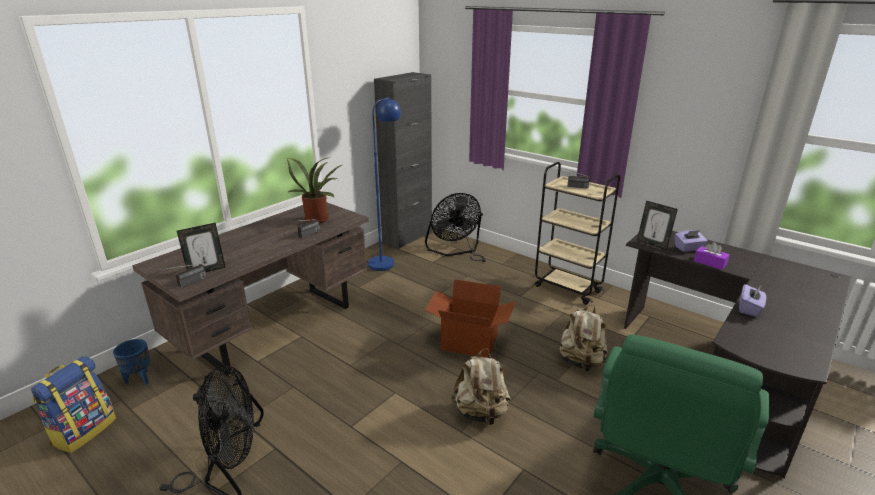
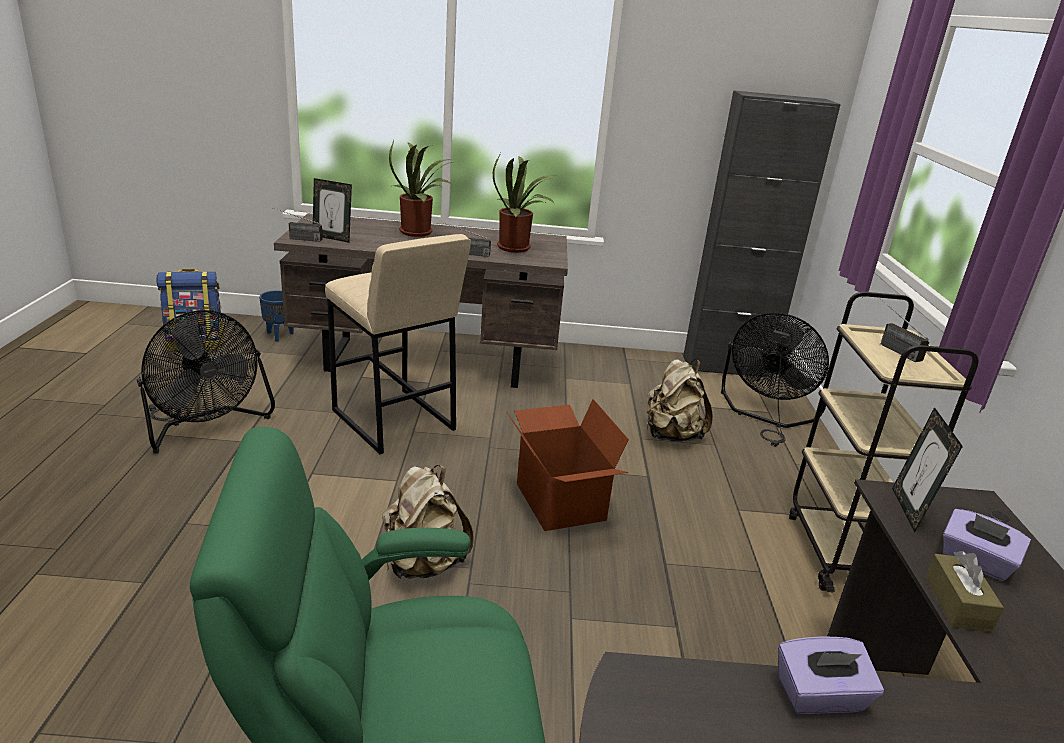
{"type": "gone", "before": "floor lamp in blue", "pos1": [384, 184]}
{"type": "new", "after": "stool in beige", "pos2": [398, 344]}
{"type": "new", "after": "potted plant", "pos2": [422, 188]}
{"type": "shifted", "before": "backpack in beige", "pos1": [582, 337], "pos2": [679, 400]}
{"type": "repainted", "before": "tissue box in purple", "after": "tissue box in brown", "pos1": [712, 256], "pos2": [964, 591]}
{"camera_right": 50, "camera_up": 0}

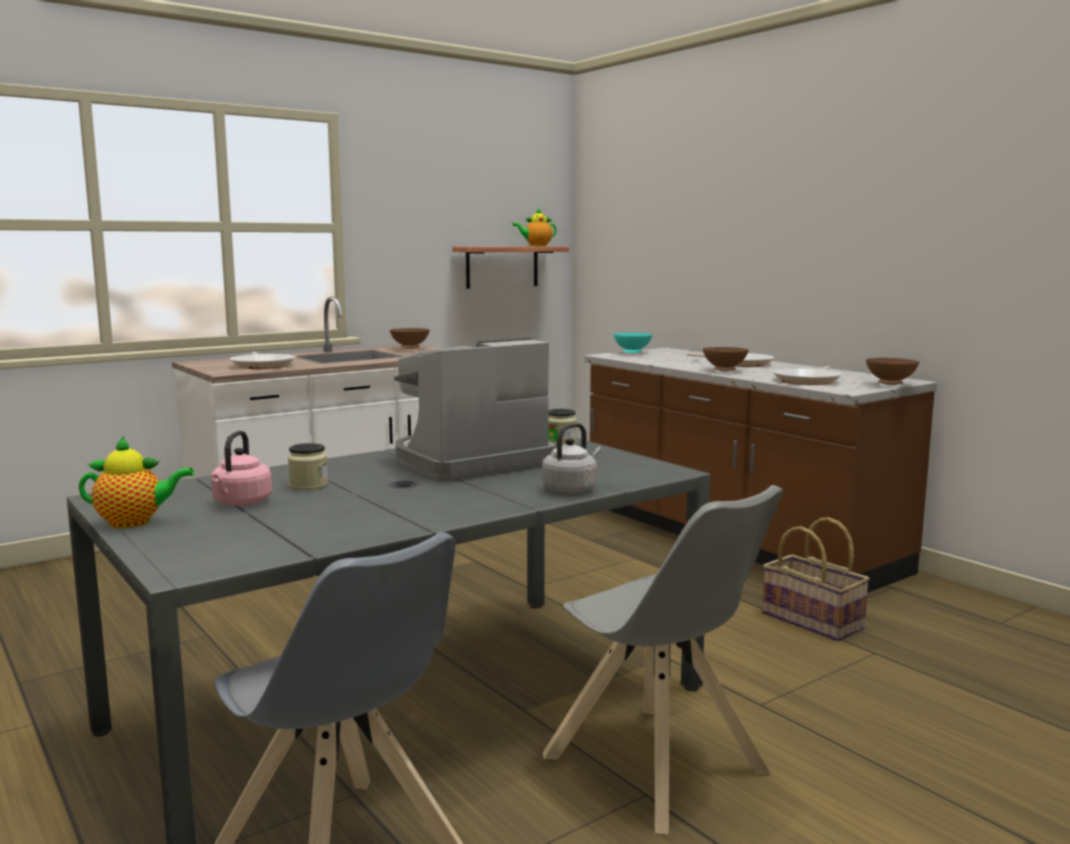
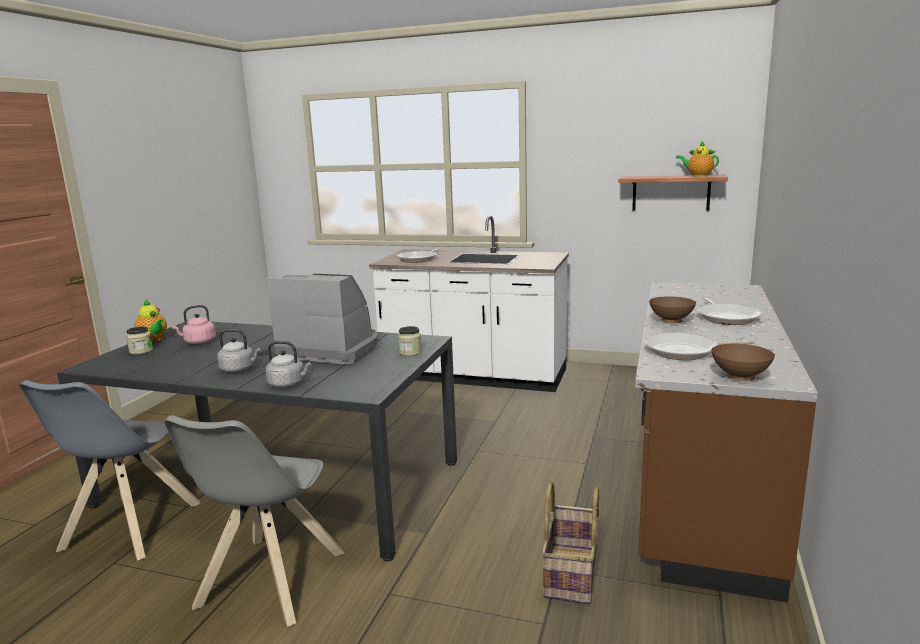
{"type": "gone", "before": "bowl in brown", "pos1": [410, 338]}
{"type": "gone", "before": "bowl in turquoise", "pos1": [632, 343]}
{"type": "new", "after": "kettle in grey", "pos2": [239, 351]}
{"type": "shifted", "before": "jar", "pos1": [308, 466], "pos2": [139, 340]}
{"camera_right": 55, "camera_up": 5}

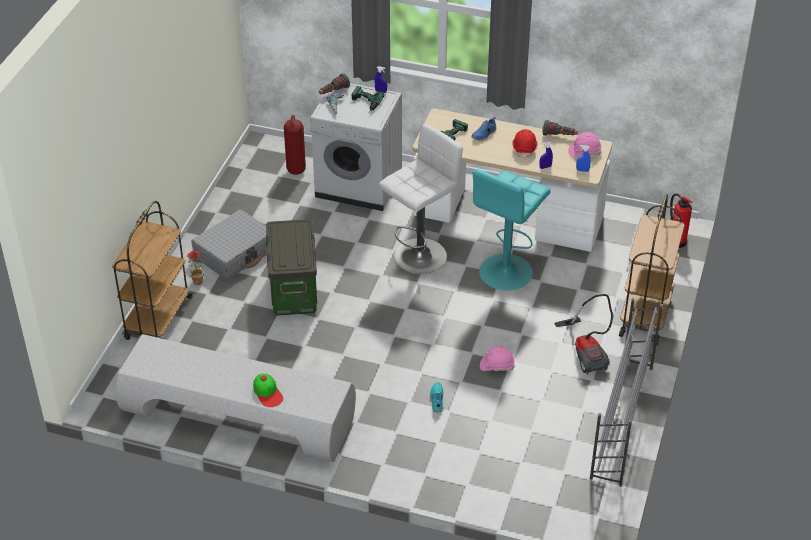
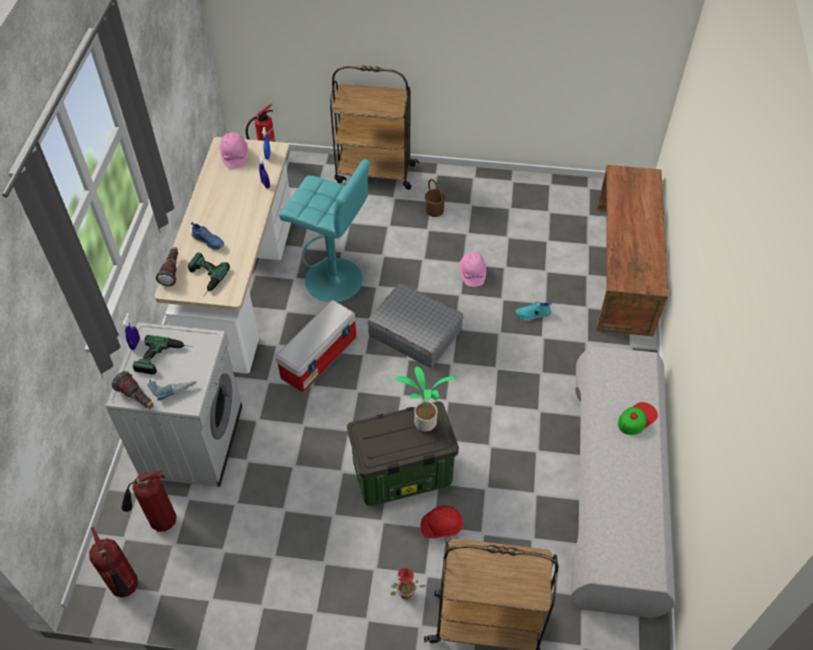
{"type": "gone", "before": "shoe rack in grey", "pos1": [626, 392]}
{"type": "new", "after": "fire extinguisher", "pos2": [113, 562]}
{"type": "new", "after": "potted plant", "pos2": [426, 399]}
{"type": "new", "after": "bench in brown", "pos2": [632, 250]}
{"type": "shifted", "before": "suitcase in grey", "pos1": [229, 244], "pos2": [415, 325]}
{"type": "shifted", "before": "hard hat in red", "pos1": [525, 144], "pos2": [442, 522]}
{"type": "shifted", "before": "flashlight", "pos1": [560, 128], "pos2": [167, 266]}
{"type": "swapped", "before": "stool in white", "after": "storage box", "pos1": [421, 199], "pos2": [316, 346]}
{"type": "swapped", "before": "vacuum cleaner", "after": "bucket in brown", "pos1": [583, 334], "pos2": [435, 198]}
{"camera_right": -100, "camera_up": 10}

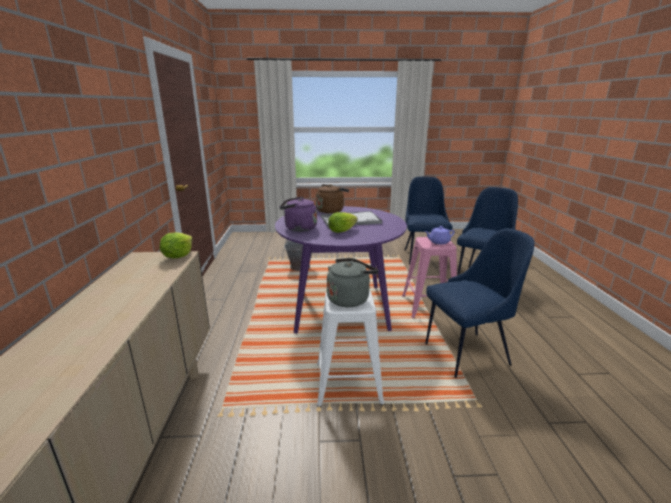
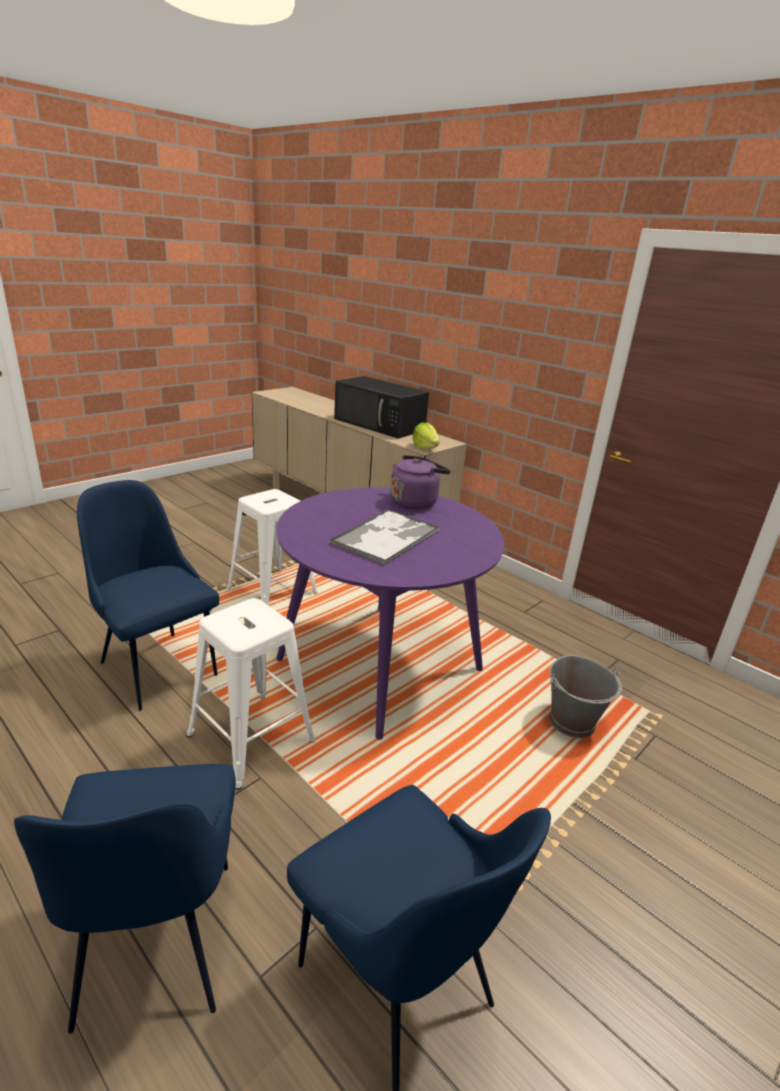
{"type": "gone", "before": "kettle in brown", "pos1": [332, 198]}
{"type": "gone", "before": "kettle in grey", "pos1": [353, 282]}
{"type": "gone", "before": "lettuce", "pos1": [343, 222]}
{"type": "gone", "before": "teapot in purple", "pos1": [440, 235]}
{"type": "new", "after": "microwave in black", "pos2": [381, 407]}
{"type": "repainted", "before": "stool in pink", "after": "stool in white", "pos1": [429, 277], "pos2": [251, 694]}
{"type": "rotated", "before": "chair in blue", "pos1": [479, 303], "pos2": [148, 595], "turn": 105}
{"camera_right": 135, "camera_up": 5}

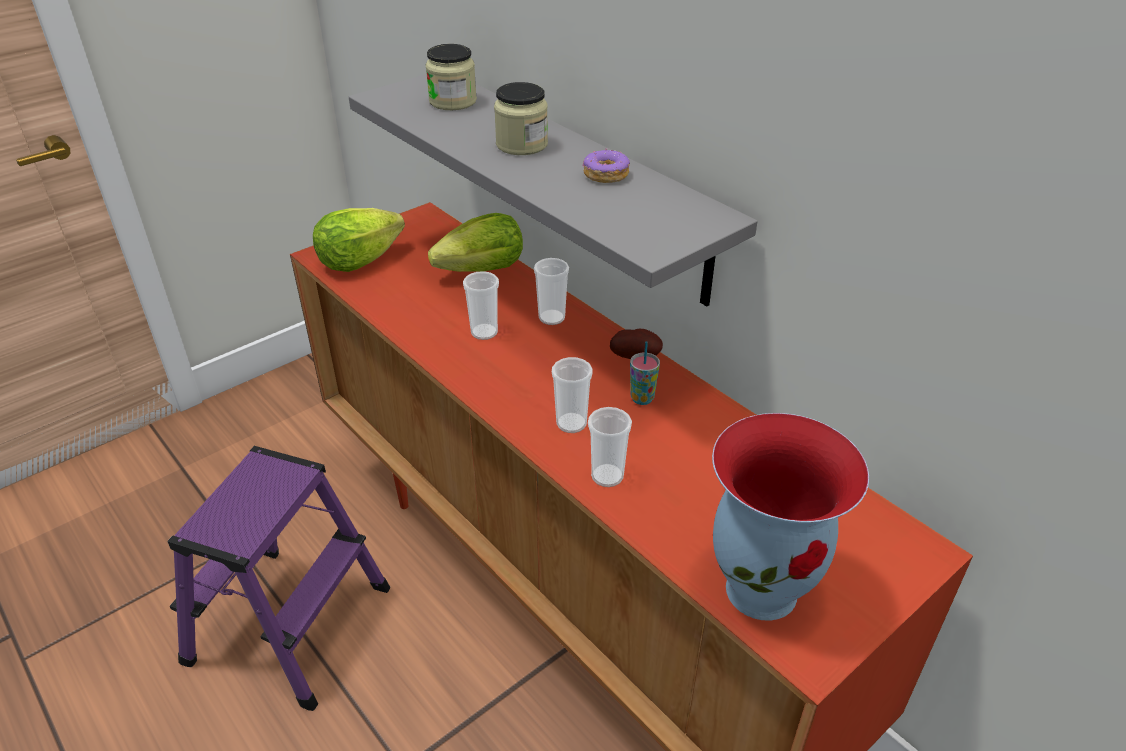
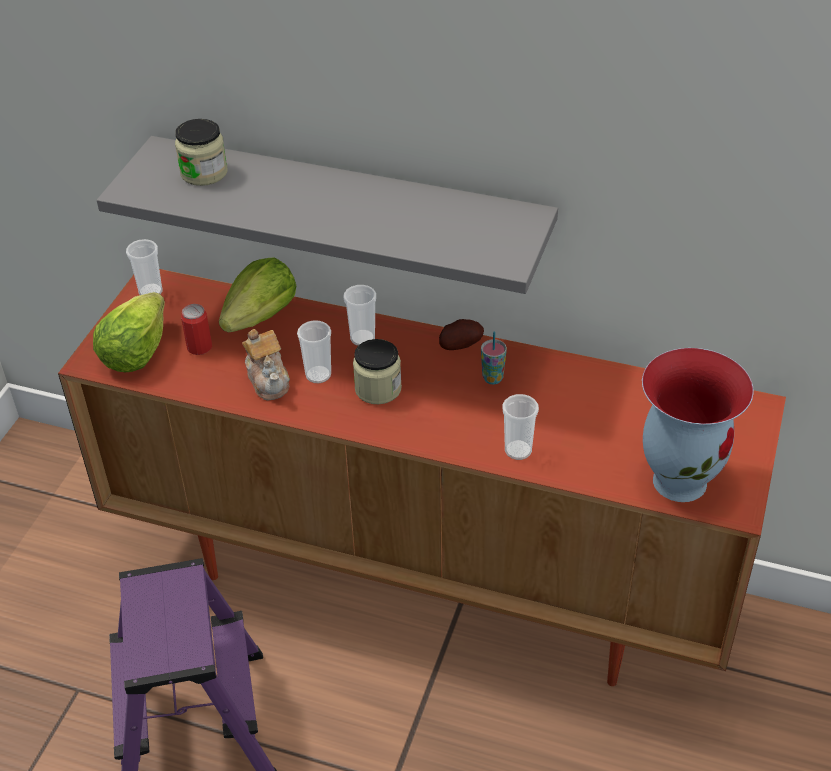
{"type": "gone", "before": "donut", "pos1": [606, 165]}
{"type": "new", "after": "can", "pos2": [196, 329]}
{"type": "new", "after": "teapot", "pos2": [266, 364]}
{"type": "shifted", "before": "jar", "pos1": [521, 118], "pos2": [377, 371]}
{"type": "shifted", "before": "cup", "pos1": [572, 395], "pos2": [144, 267]}
{"camera_right": -30, "camera_up": 5}

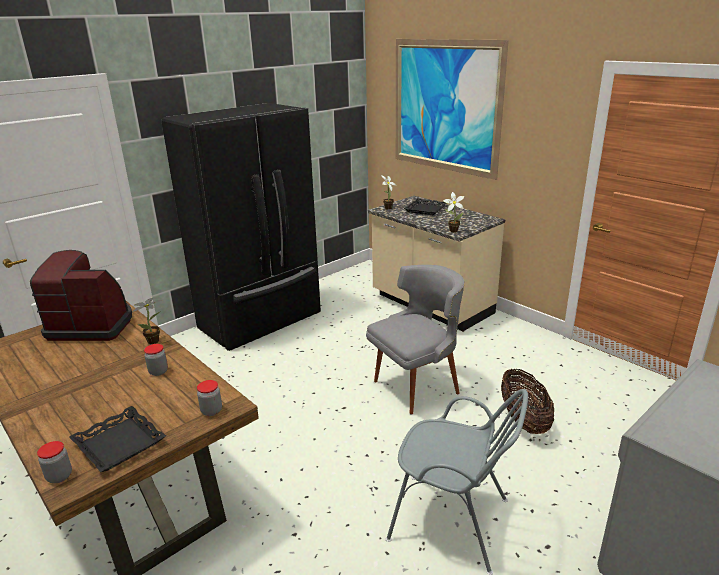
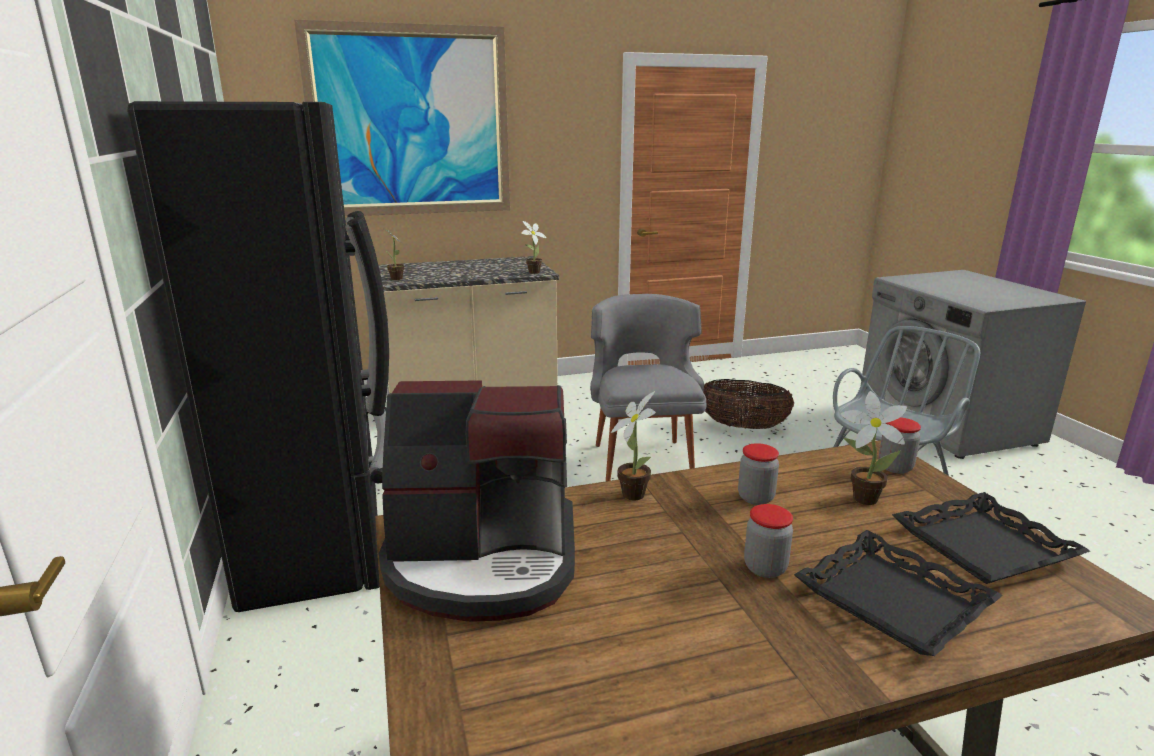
{"type": "new", "after": "potted plant", "pos2": [874, 448]}
{"type": "shifted", "before": "jar", "pos1": [54, 462], "pos2": [768, 541]}
{"type": "shifted", "before": "tray in black", "pos1": [425, 207], "pos2": [898, 593]}
{"type": "rotated", "before": "coffee machine", "pos1": [81, 295], "pos2": [477, 501], "turn": -120}
{"camera_right": -65, "camera_up": -5}

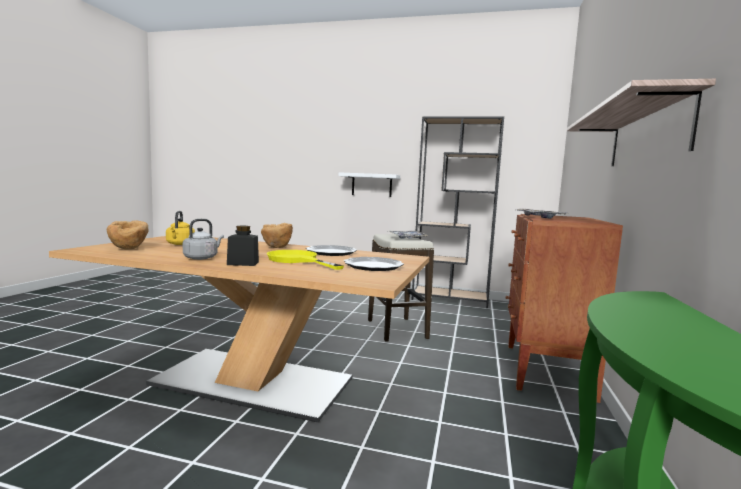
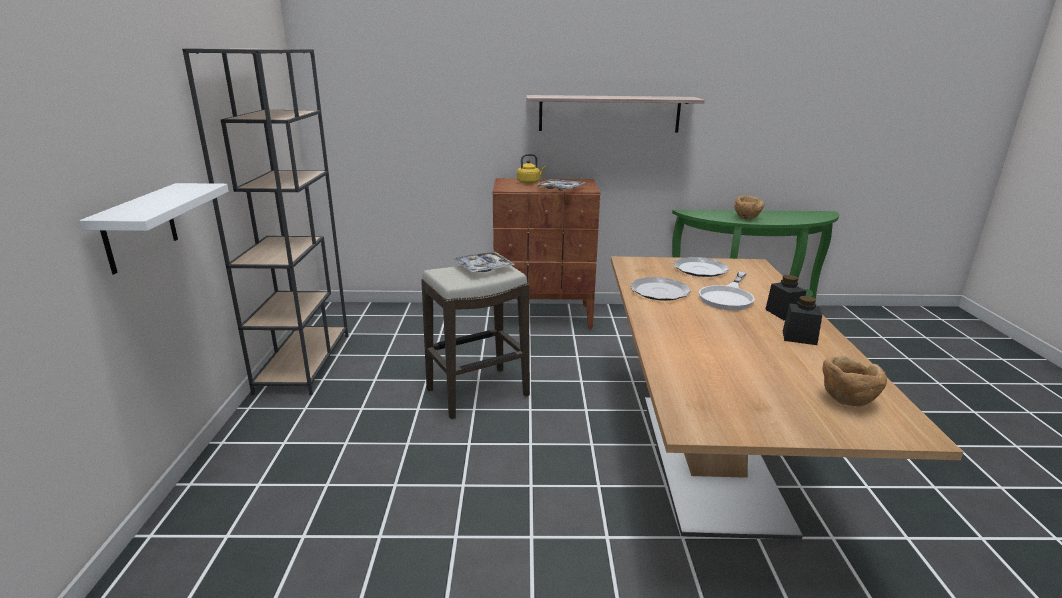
{"type": "shifted", "before": "kettle in yellow", "pos1": [180, 228], "pos2": [531, 169]}
{"type": "shifted", "before": "bowl in brown", "pos1": [277, 235], "pos2": [749, 207]}
{"type": "swapped", "before": "kettle in grey", "after": "jar in black", "pos1": [203, 239], "pos2": [802, 320]}
{"type": "repainted", "before": "frying pan in yellow", "after": "frying pan in white", "pos1": [305, 260], "pos2": [727, 291]}
{"camera_right": -105, "camera_up": 15}

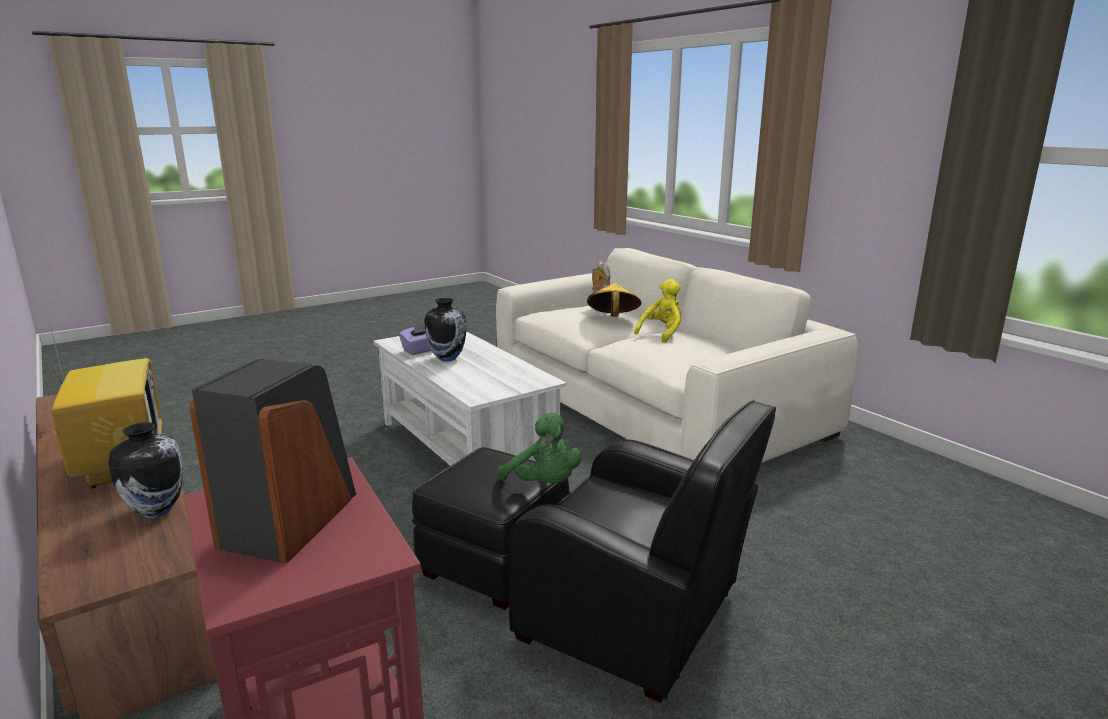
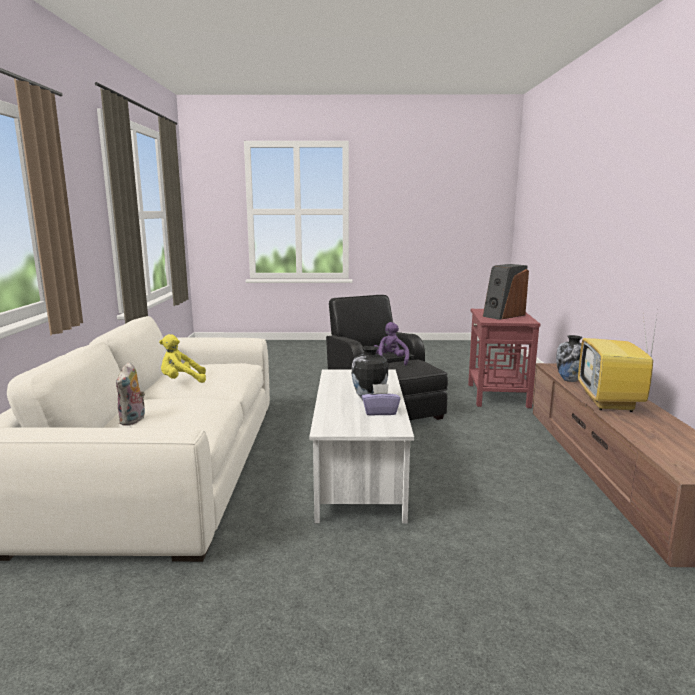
{"type": "gone", "before": "hat in yellow", "pos1": [614, 300]}
{"type": "repainted", "before": "plush toy in green", "after": "plush toy in purple", "pos1": [540, 448], "pos2": [391, 344]}
{"camera_right": -145, "camera_up": -5}

